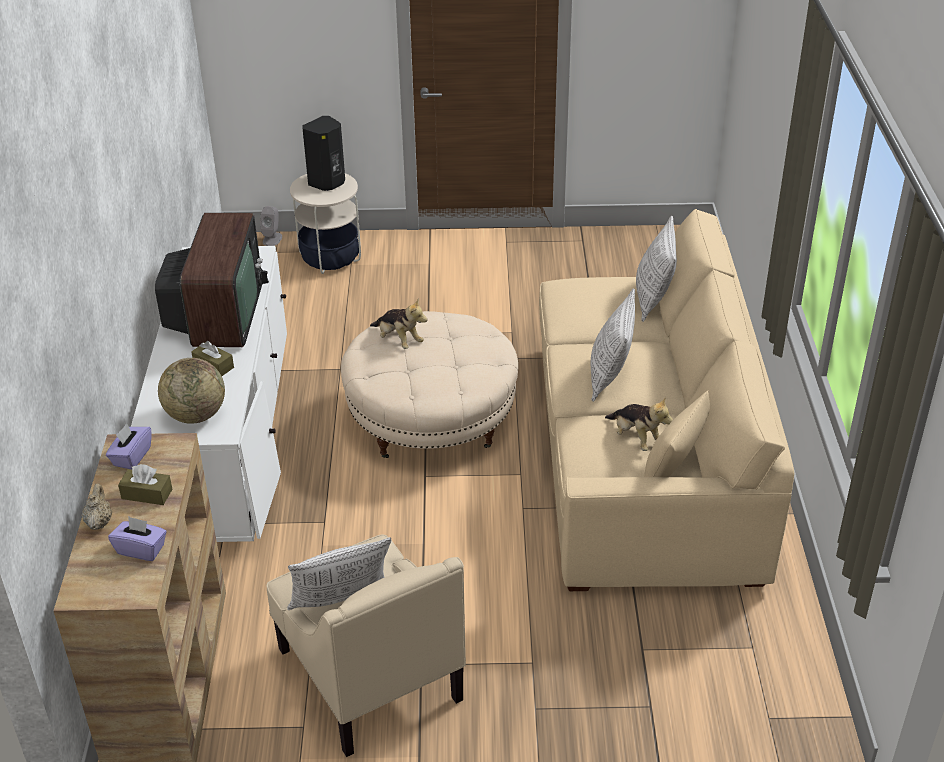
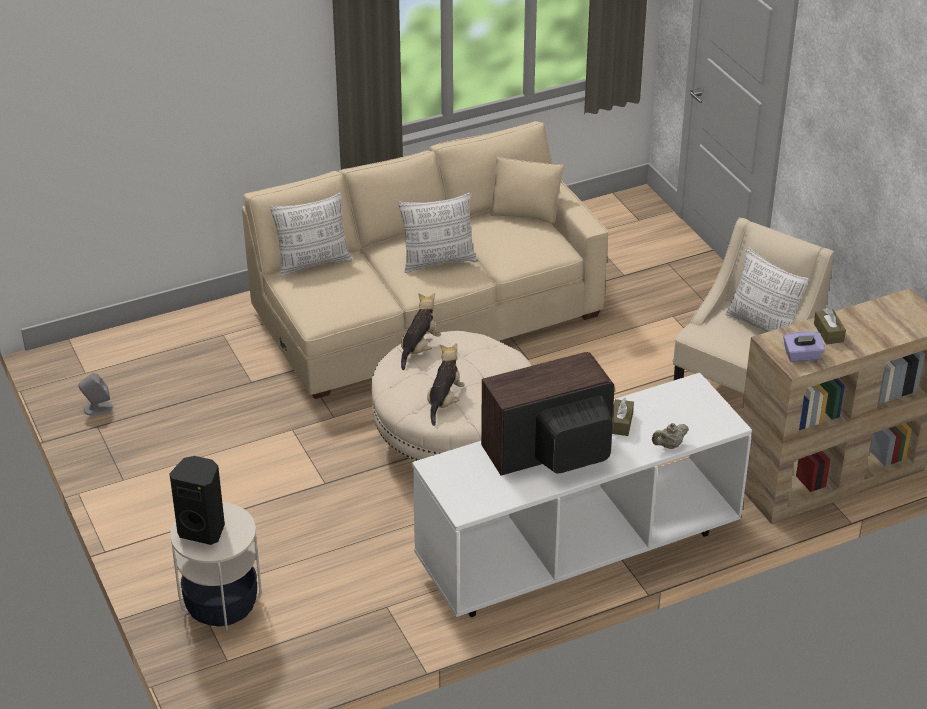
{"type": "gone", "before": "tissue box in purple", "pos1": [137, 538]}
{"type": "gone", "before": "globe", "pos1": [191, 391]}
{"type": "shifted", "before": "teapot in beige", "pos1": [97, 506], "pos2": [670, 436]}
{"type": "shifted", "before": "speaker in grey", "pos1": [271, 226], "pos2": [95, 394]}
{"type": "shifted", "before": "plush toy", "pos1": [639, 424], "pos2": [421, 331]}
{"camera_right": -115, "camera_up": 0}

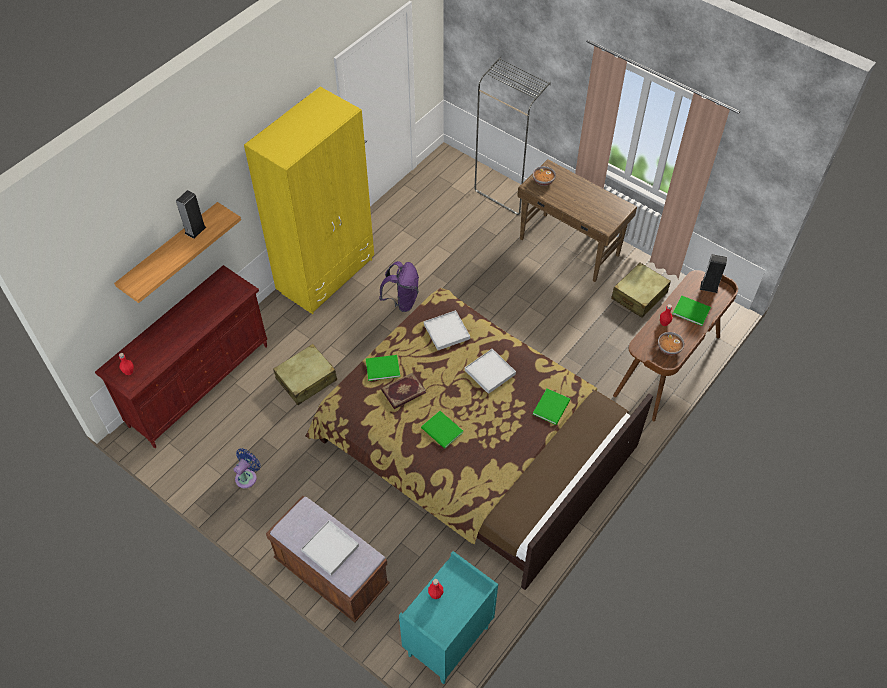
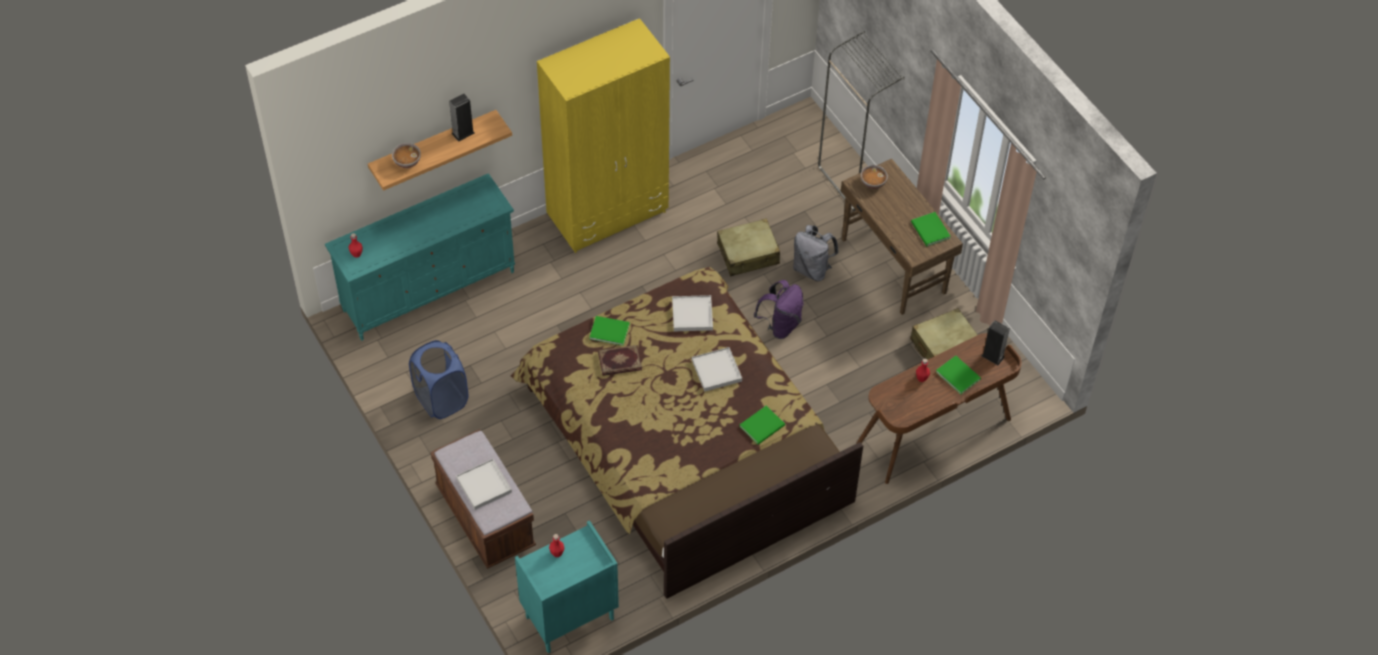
{"type": "new", "after": "backpack in grey", "pos2": [816, 253]}
{"type": "shifted", "before": "suitcase in beige", "pos1": [305, 374], "pos2": [748, 247]}
{"type": "shifted", "before": "backpack in purple", "pos1": [399, 286], "pos2": [779, 309]}
{"type": "shifted", "before": "book in green", "pos1": [442, 430], "pos2": [931, 229]}
{"type": "shifted", "before": "bowl", "pos1": [671, 343], "pos2": [406, 155]}
{"type": "swapped", "before": "fan in blue", "after": "laundry basket in blue", "pos1": [247, 468], "pos2": [438, 379]}
{"type": "repainted", "before": "dresser in red", "after": "dresser in turquoise", "pos1": [181, 356], "pos2": [420, 257]}
{"camera_right": 20, "camera_up": 0}

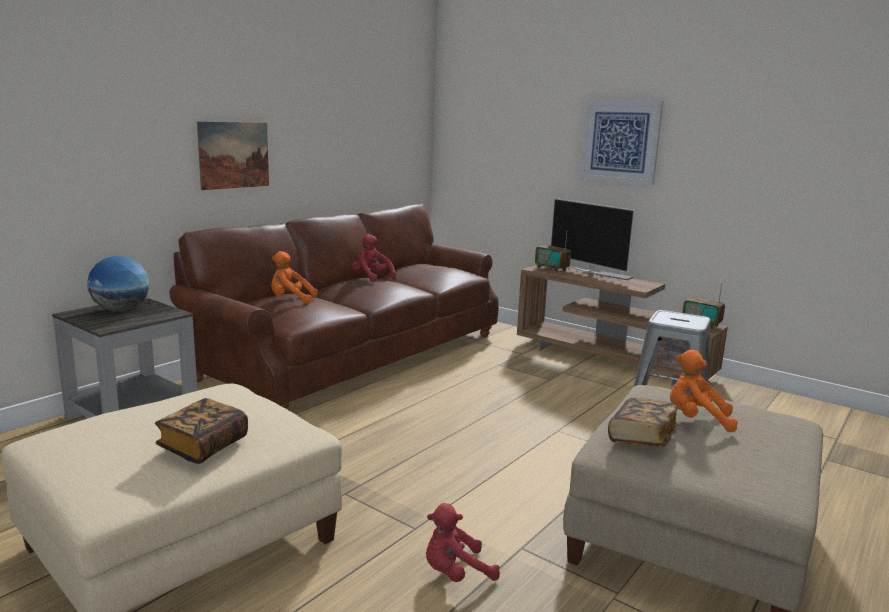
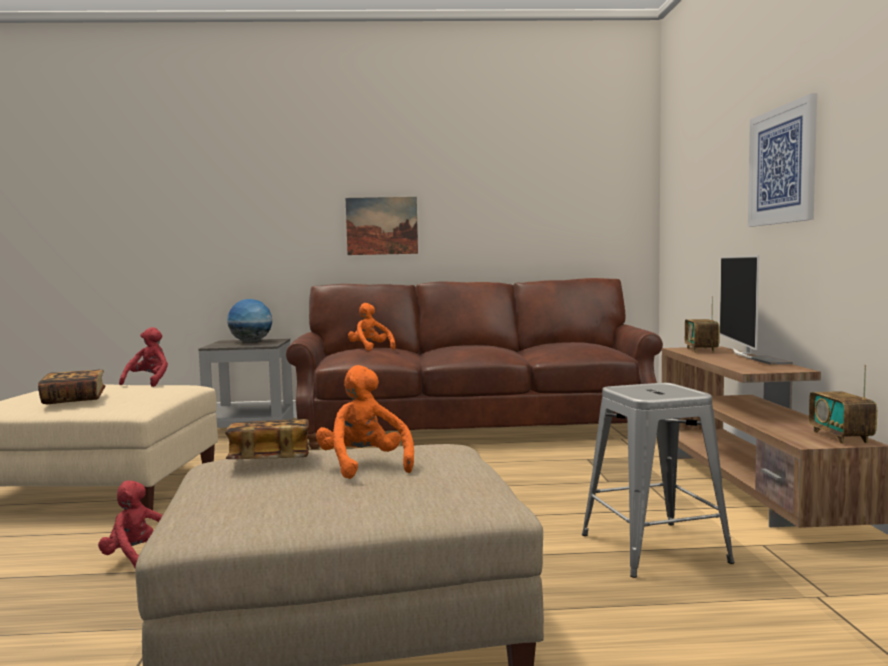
{"type": "shifted", "before": "plush toy in red", "pos1": [374, 258], "pos2": [143, 357]}
{"camera_right": 50, "camera_up": -10}

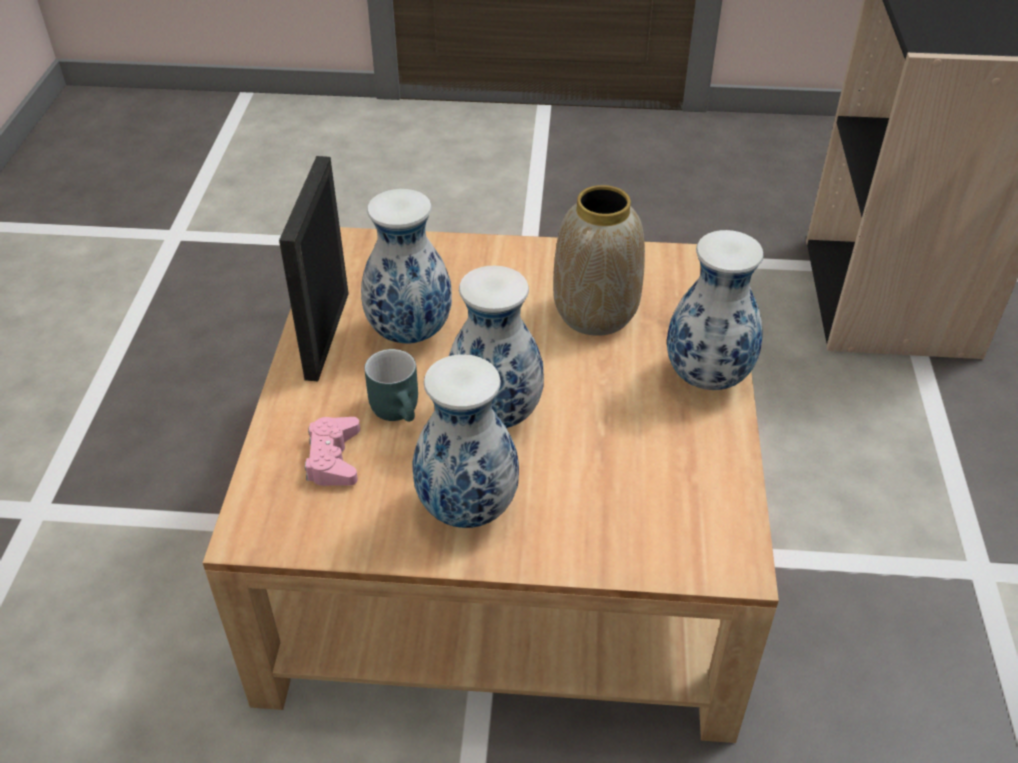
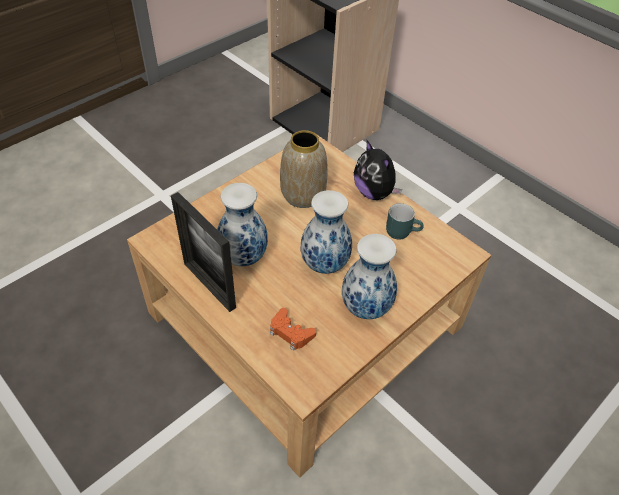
{"type": "shifted", "before": "mug in turquoise", "pos1": [391, 385], "pos2": [405, 221]}
{"type": "swapped", "before": "vase", "after": "plush toy", "pos1": [715, 310], "pos2": [378, 170]}
{"type": "repainted", "before": "game controller in pink", "after": "game controller in orange", "pos1": [332, 451], "pos2": [293, 329]}
{"camera_right": -50, "camera_up": 5}

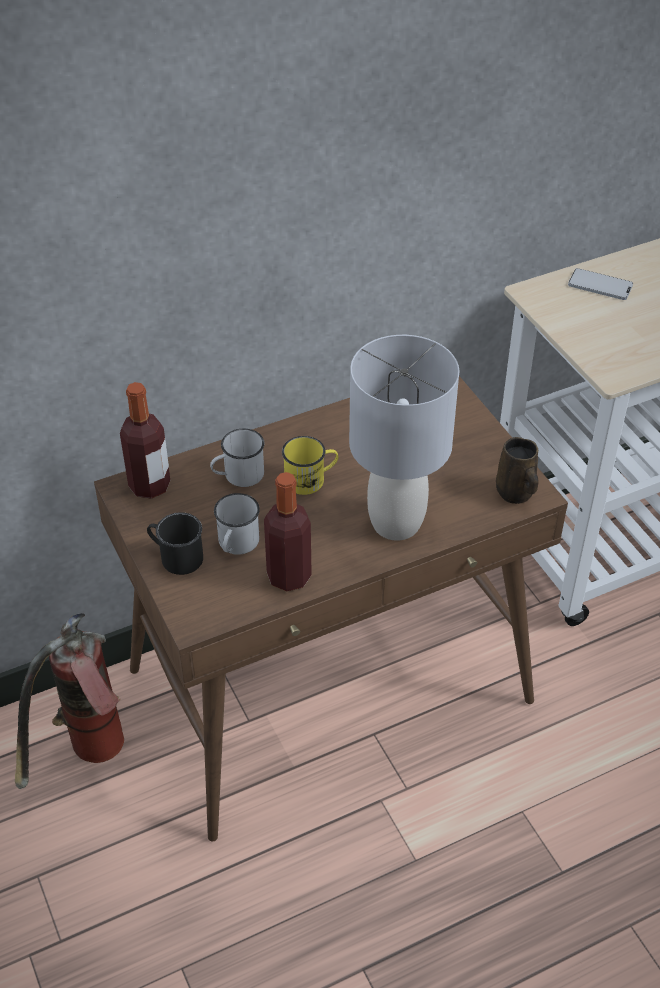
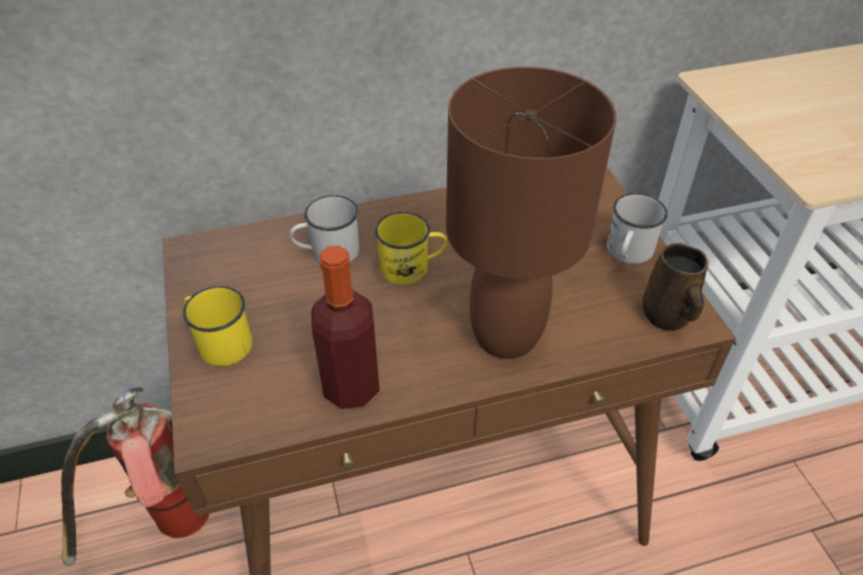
{"type": "gone", "before": "bottle", "pos1": [145, 440]}
{"type": "gone", "before": "phone", "pos1": [600, 284]}
{"type": "shifted", "before": "mug in white", "pos1": [237, 524], "pos2": [637, 228]}
{"type": "repainted", "before": "mug in black", "after": "mug in yellow", "pos1": [175, 543], "pos2": [218, 326]}
{"type": "repainted", "before": "table lamp in grey", "after": "table lamp in brown", "pos1": [404, 437], "pos2": [531, 213]}
{"camera_right": 10, "camera_up": 0}

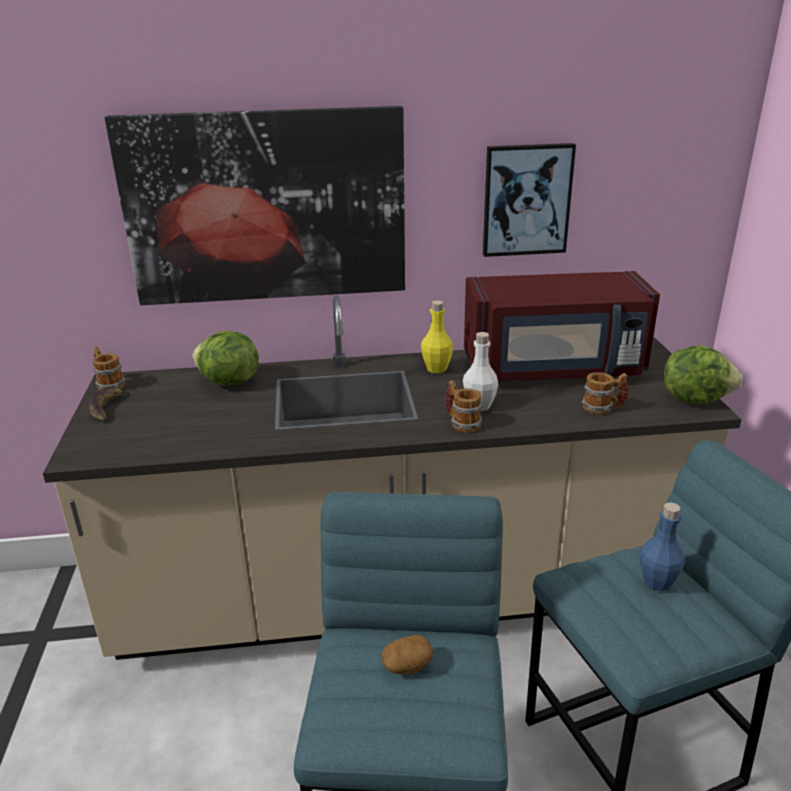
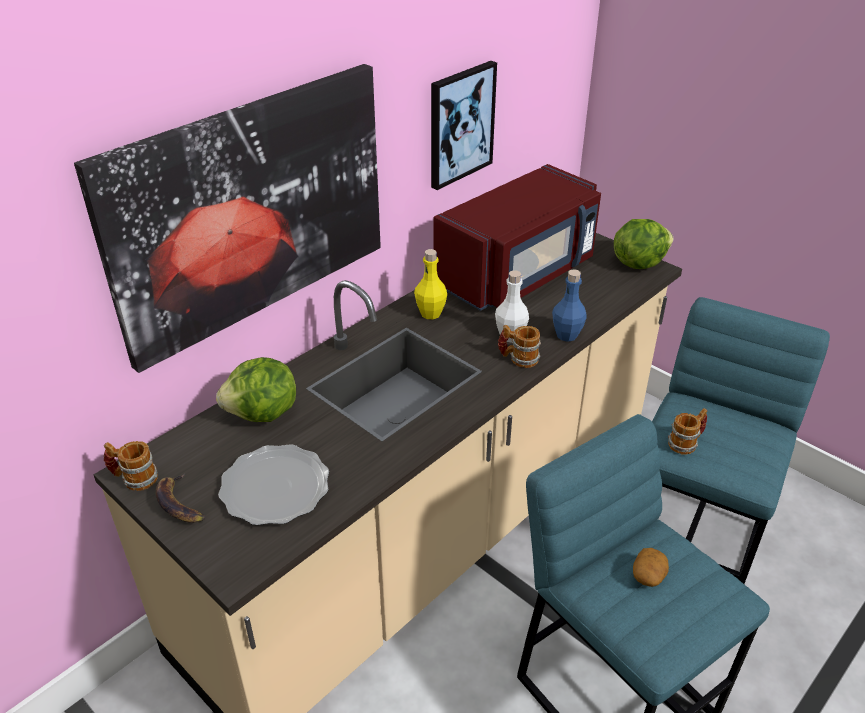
{"type": "new", "after": "plate", "pos2": [273, 484]}
{"type": "shifted", "before": "mug", "pos1": [605, 393], "pos2": [687, 431]}
{"type": "shifted", "before": "bottle in blue", "pos1": [662, 546], "pos2": [569, 305]}
{"camera_right": -40, "camera_up": 10}

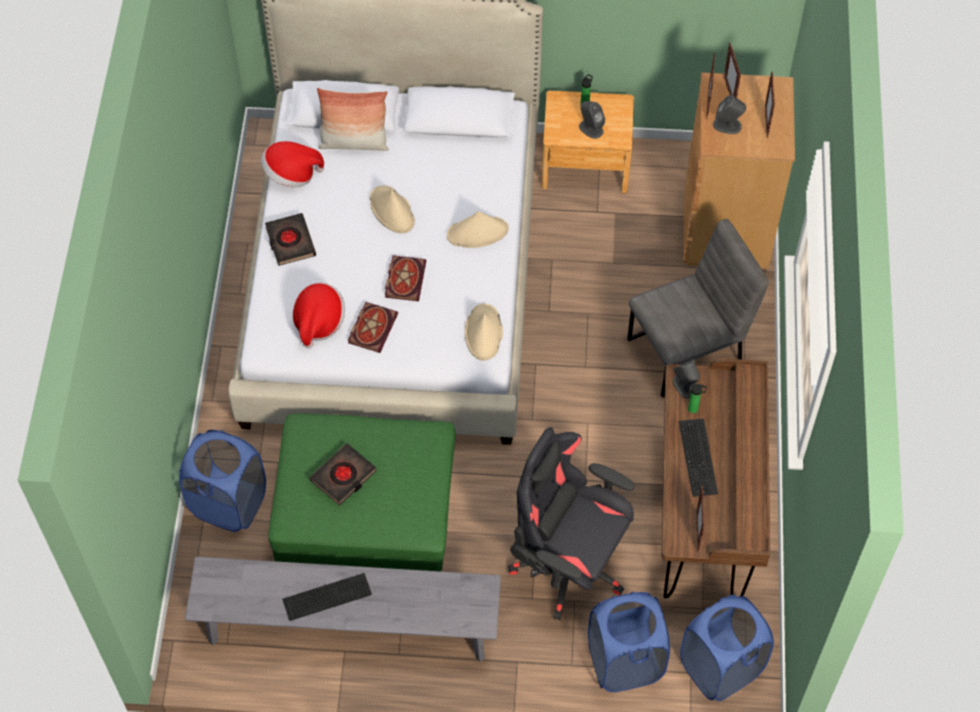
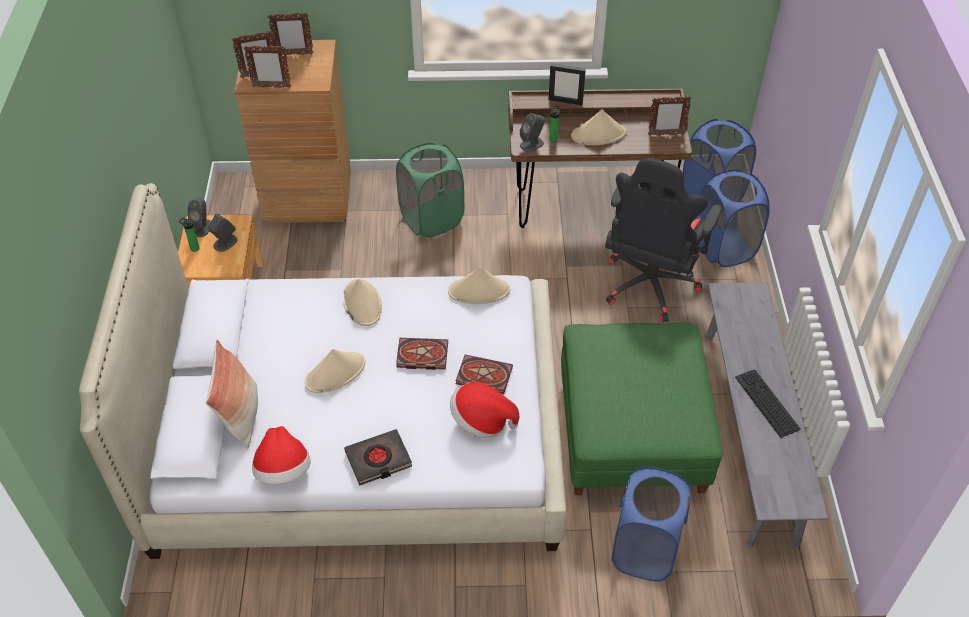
{"type": "gone", "before": "book in black", "pos1": [343, 474]}
{"type": "new", "after": "picture frame", "pos2": [567, 84]}
{"type": "shifted", "before": "speaker in grey", "pos1": [729, 114], "pos2": [199, 217]}
{"type": "swapped", "before": "chair in grey", "after": "laundry basket in green", "pos1": [698, 308], "pos2": [430, 190]}
{"type": "swapped", "before": "keyboard", "after": "hat in beige", "pos1": [698, 458], "pos2": [598, 127]}
{"camera_right": -95, "camera_up": -10}

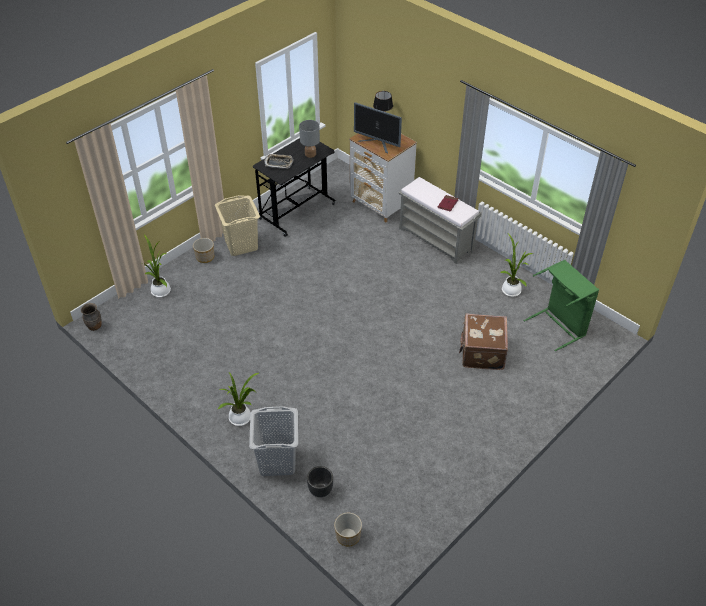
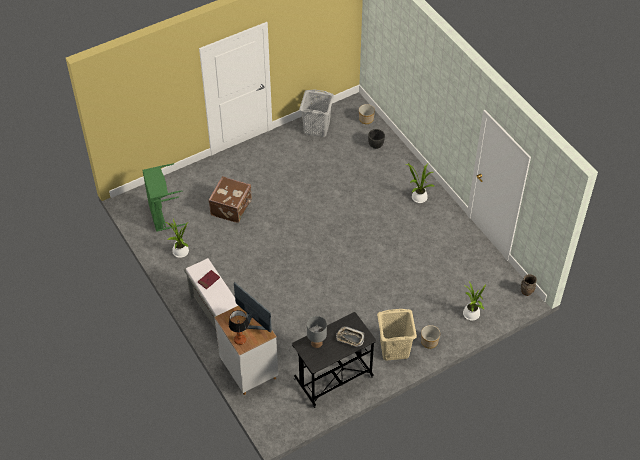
{"type": "shifted", "before": "laundry basket in grey", "pos1": [273, 441], "pos2": [316, 113]}
{"camera_right": -165, "camera_up": 5}

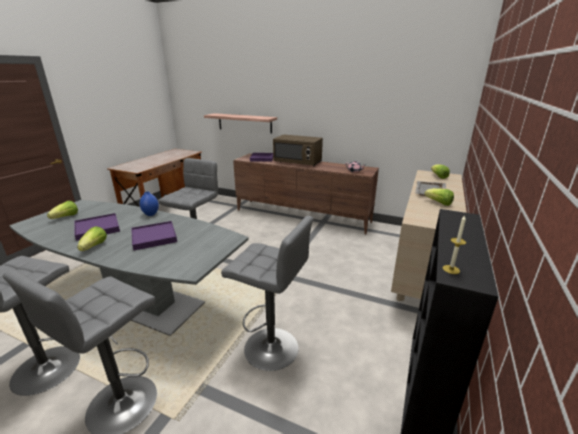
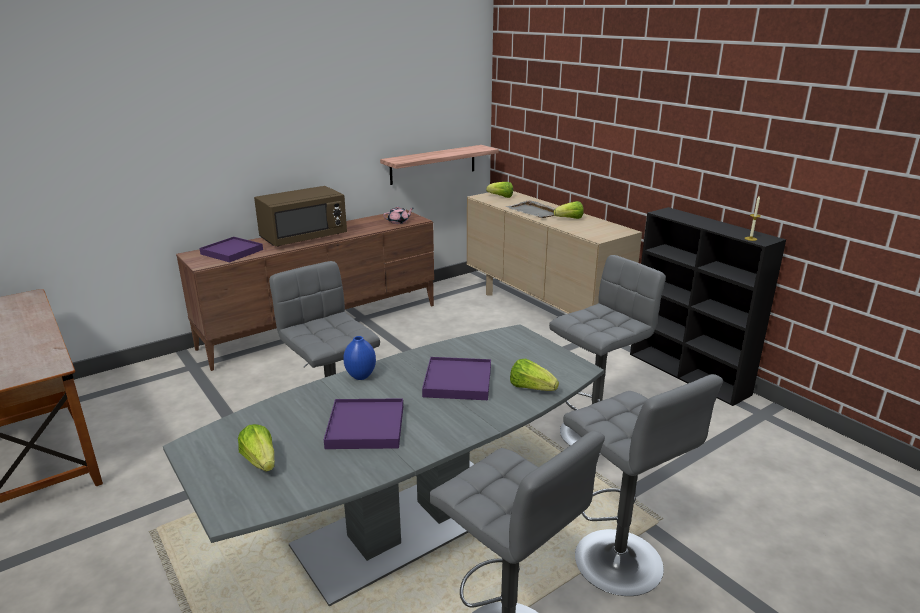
{"type": "shifted", "before": "lettuce", "pos1": [92, 238], "pos2": [534, 374]}
{"type": "shifted", "before": "shelf", "pos1": [240, 123], "pos2": [439, 165]}
{"camera_right": -60, "camera_up": 0}

